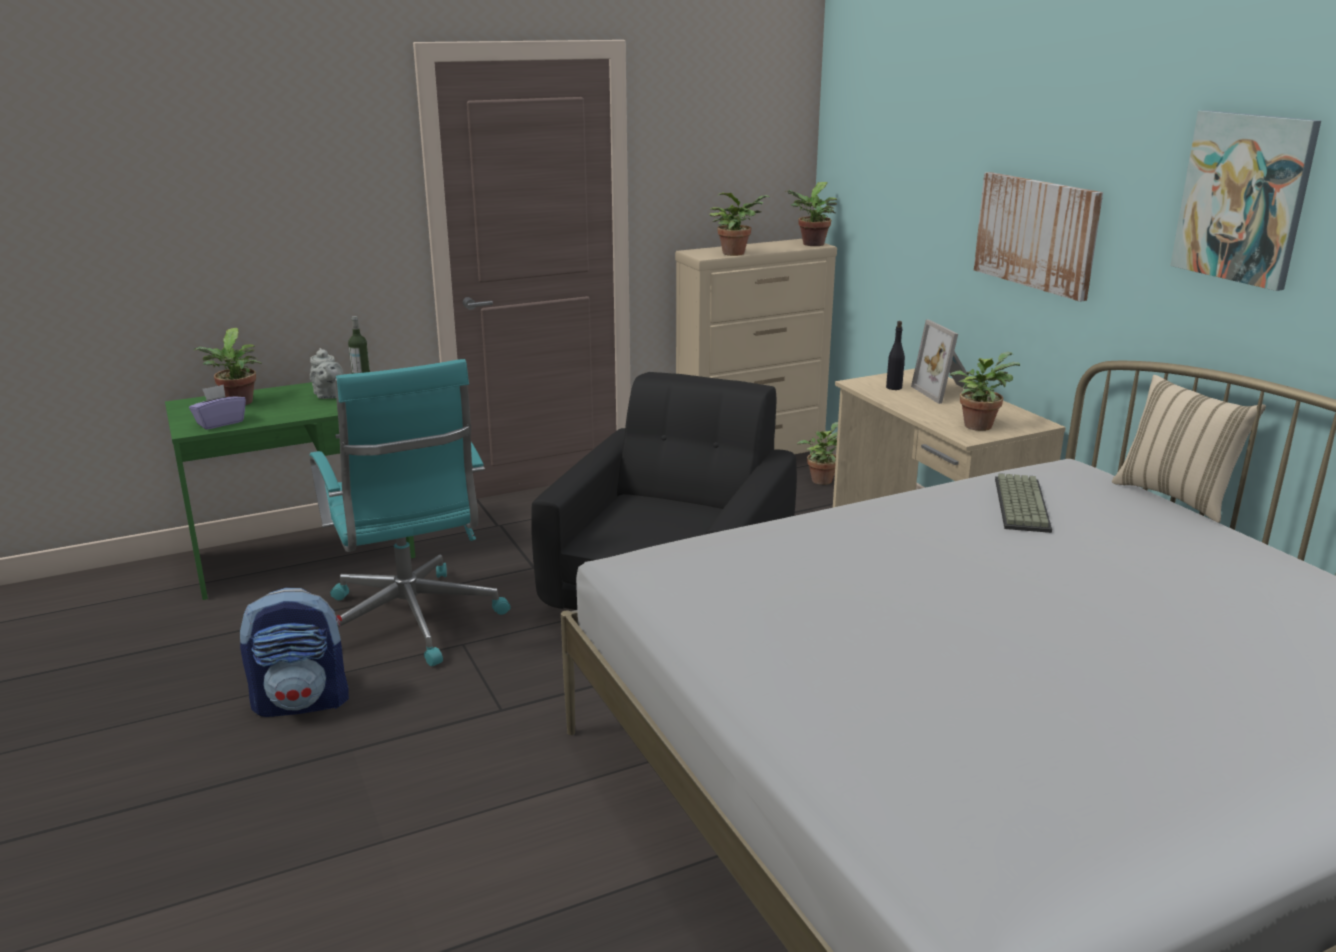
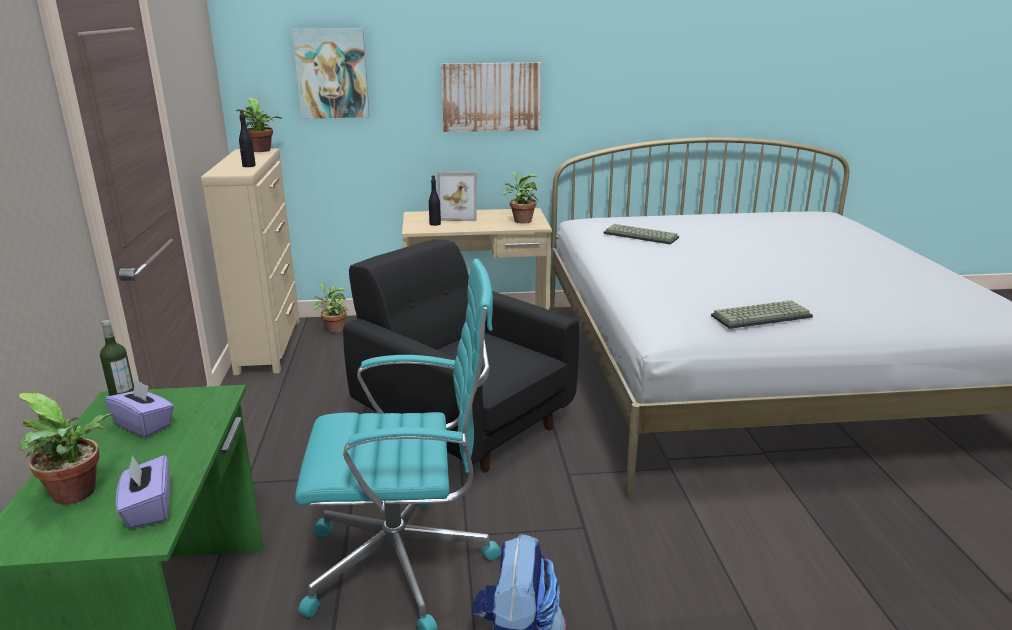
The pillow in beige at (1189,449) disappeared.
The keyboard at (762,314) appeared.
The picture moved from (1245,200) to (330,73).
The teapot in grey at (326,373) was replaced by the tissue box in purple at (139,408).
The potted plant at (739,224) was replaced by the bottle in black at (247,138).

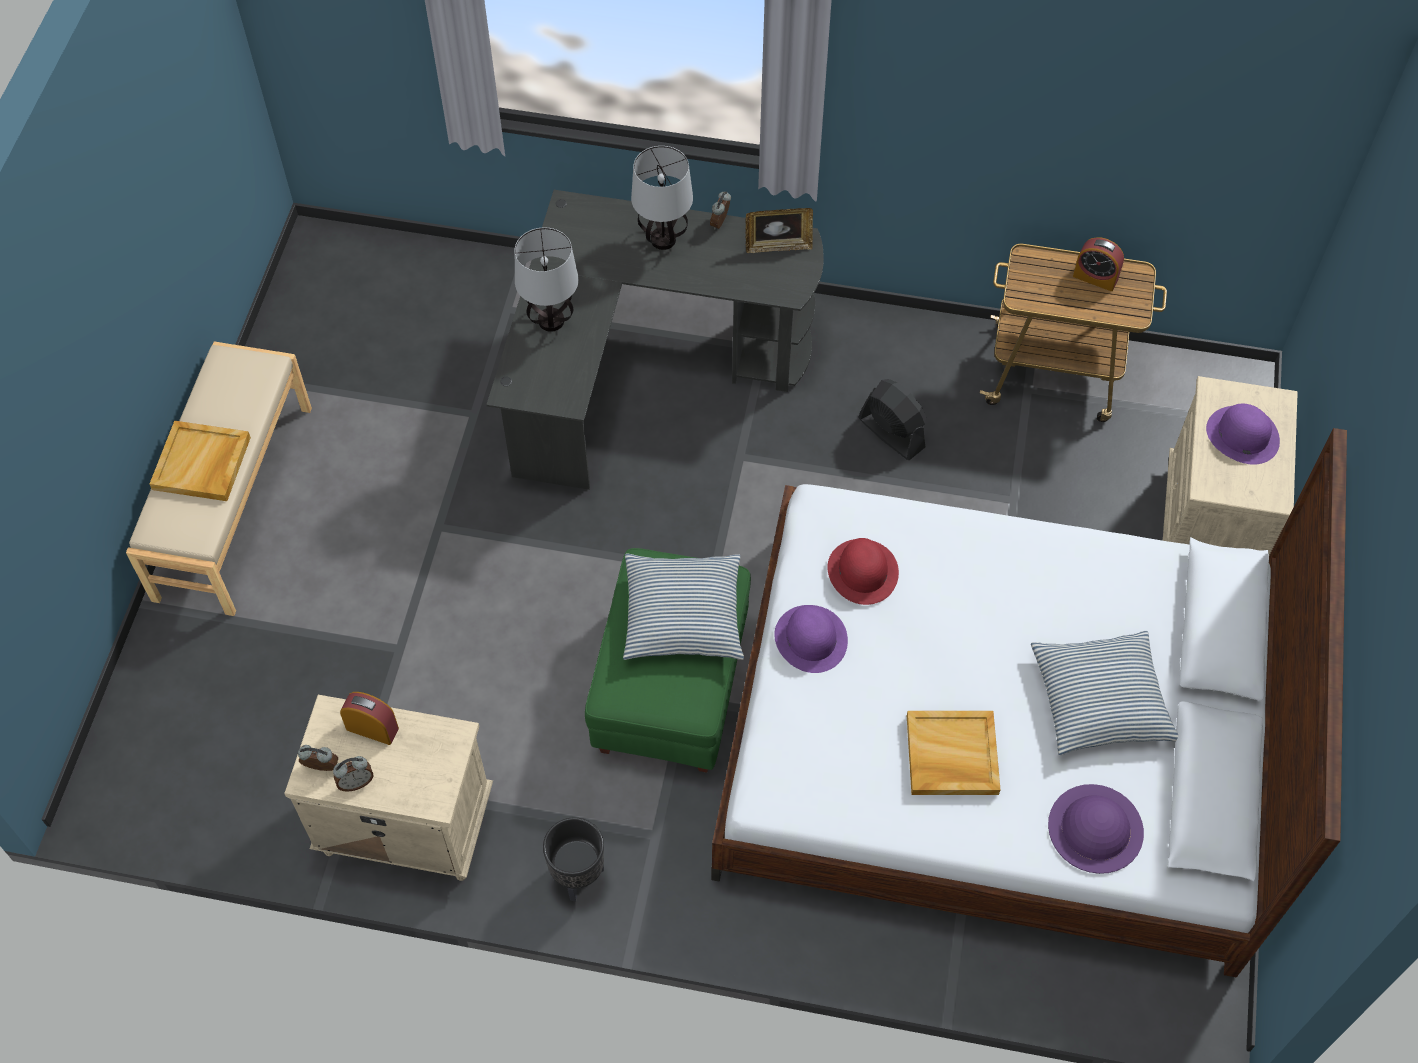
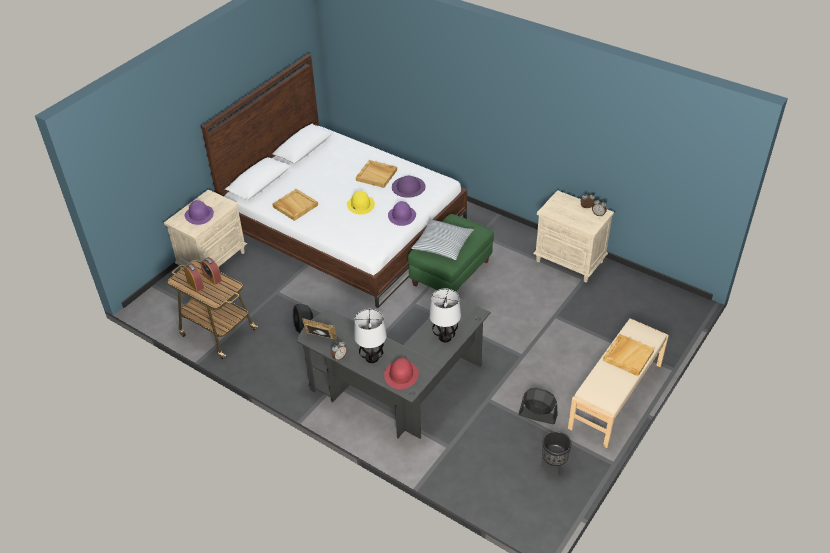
The pillow at (1104,693) disappeared.
The tray in beige at (295,205) appeared.
The hat in yellow at (361,203) appeared.
The fan in black at (538,406) appeared.
The alarm clock moved from (369,718) to (211,271).
The planter in black moved from (573,859) to (556,453).
The hat in red moved from (863,571) to (401,373).
The hat in purple moved from (1096,829) to (408,187).

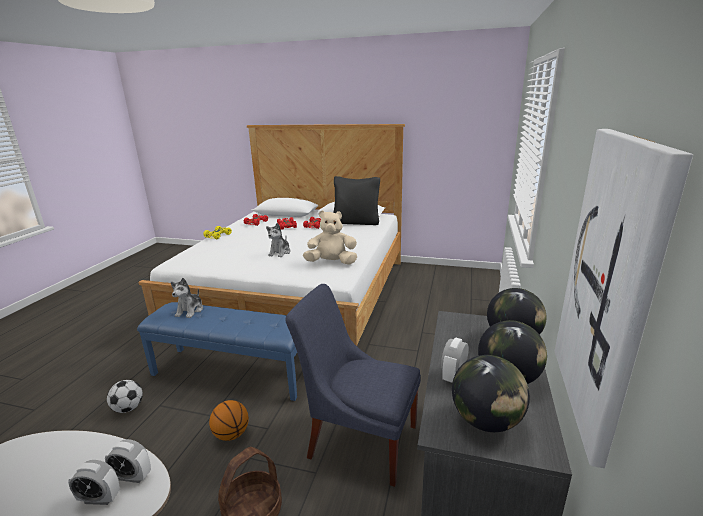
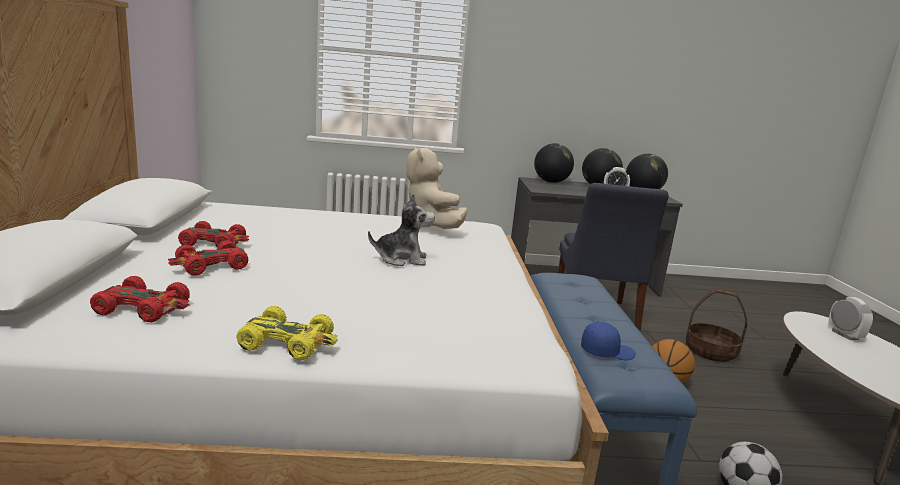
The alarm clock at (128,461) disappeared.
The pillow in black at (356,200) disappeared.
The picture at (624,298) disappeared.
The plush toy at (187,298) was replaced by the cap in blue at (608,341).

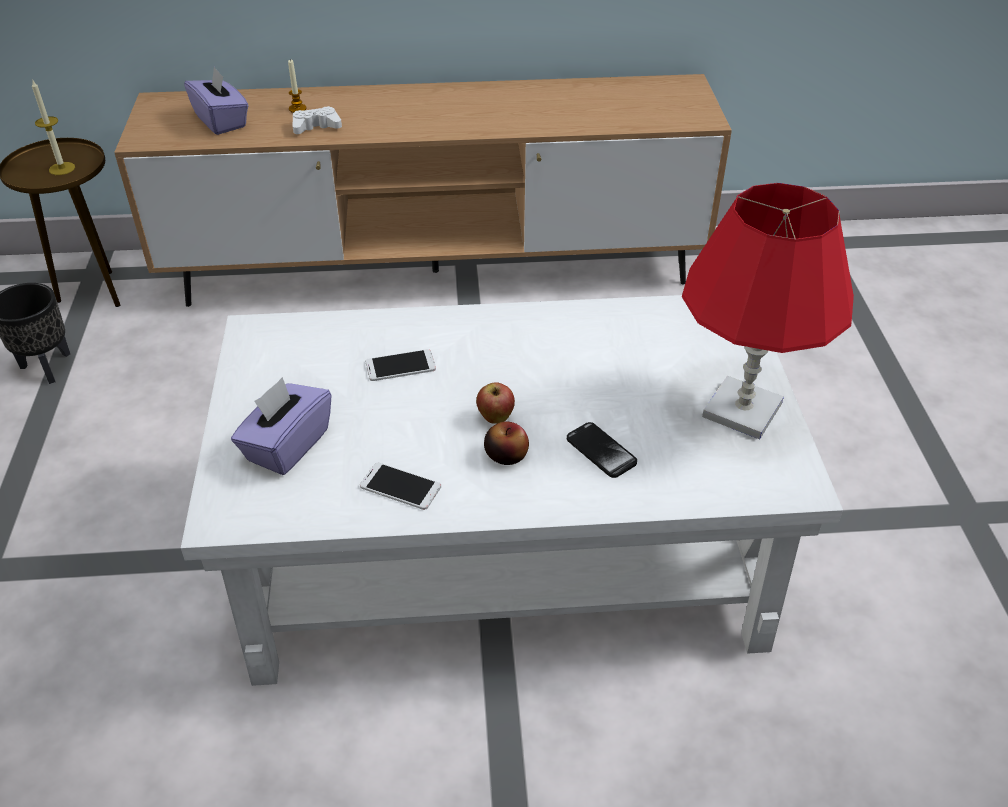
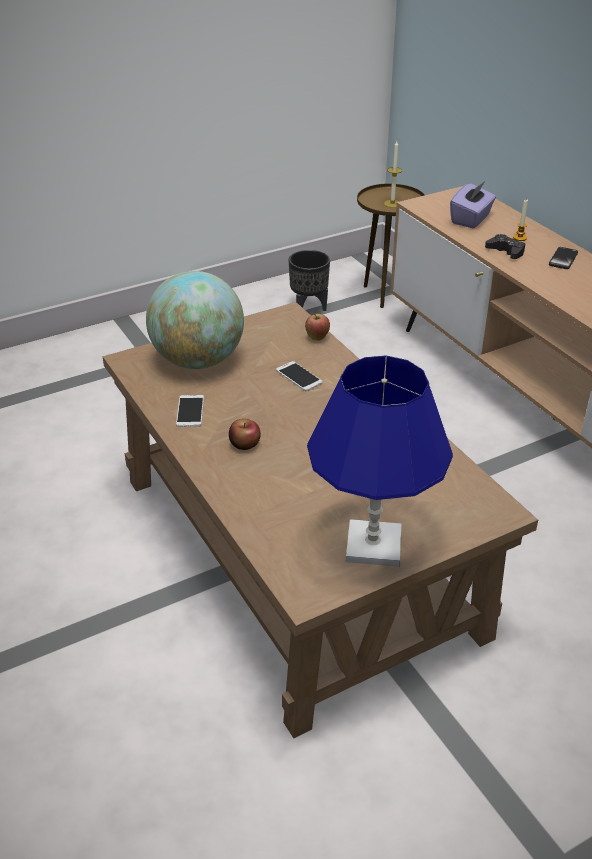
The apple moved from (495,403) to (317,327).
The phone moved from (602,450) to (563,258).
The tissue box in purple at (281,426) was replaced by the globe at (195,320).
The coffee table in white at (512,490) became the coffee table in brown at (320,520).
The game controller in white at (317,120) became the game controller in black at (505,246).
The table lamp in red at (768,311) became the table lamp in blue at (380,461).

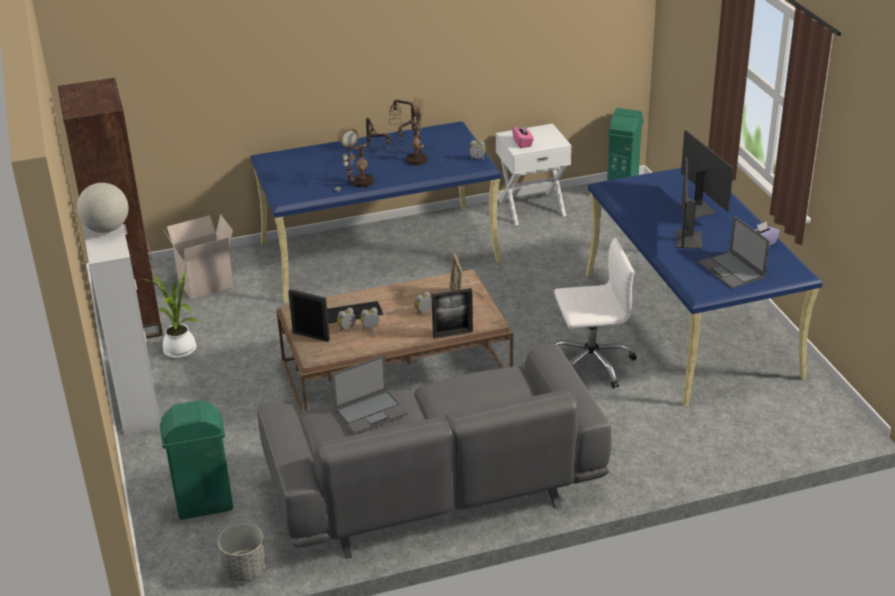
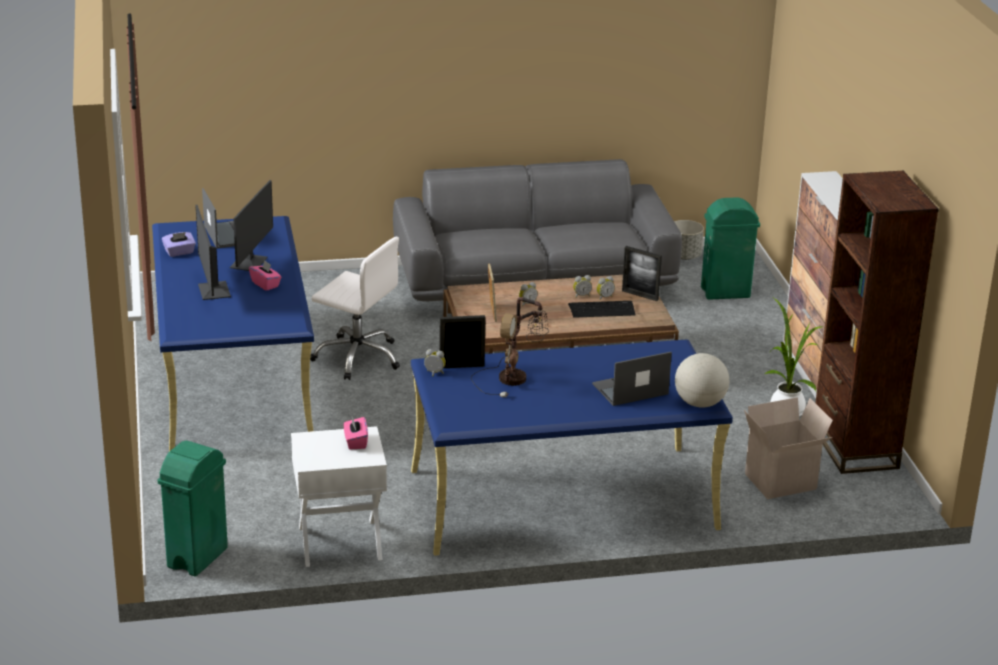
The table lamp at (363,154) disappeared.
The tissue box in pink at (265,275) appeared.
The globe moved from (102,208) to (702,380).
The laptop moved from (369,394) to (632,379).
The picture frame moved from (452,313) to (463,341).
The office chair in white at (595,313) turned 150 degrees counterclockwise.

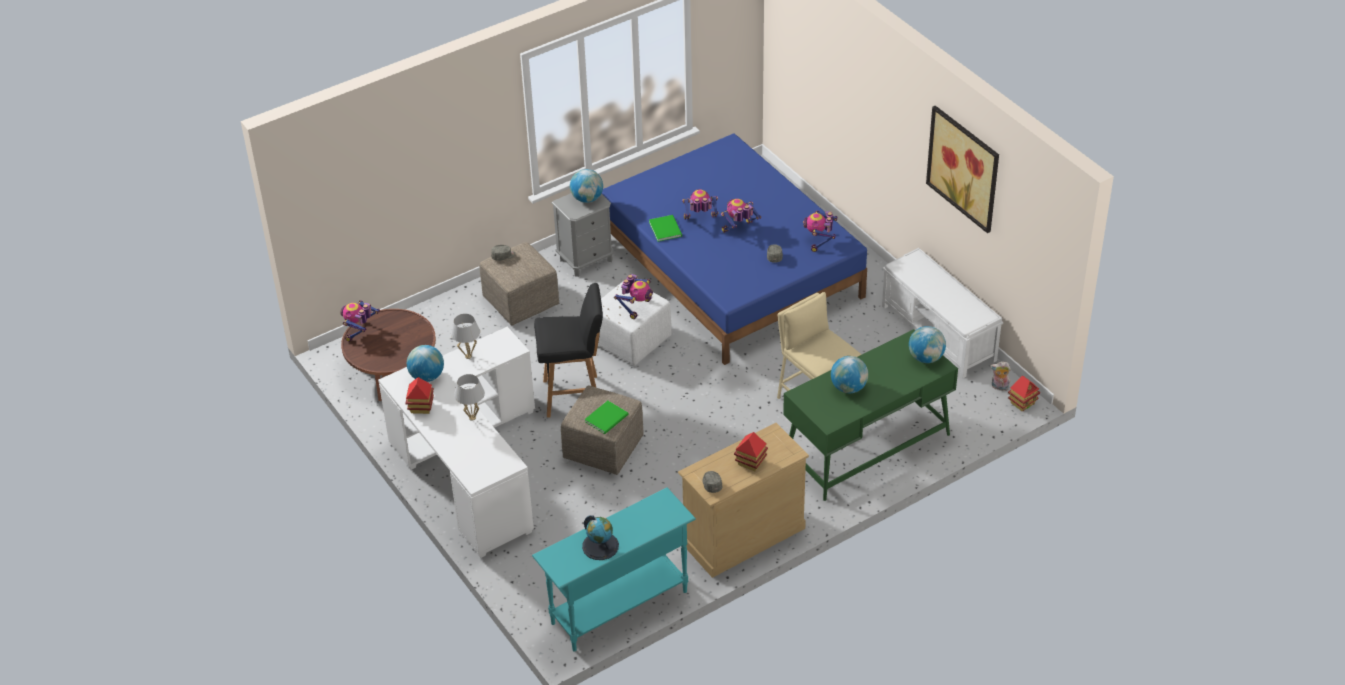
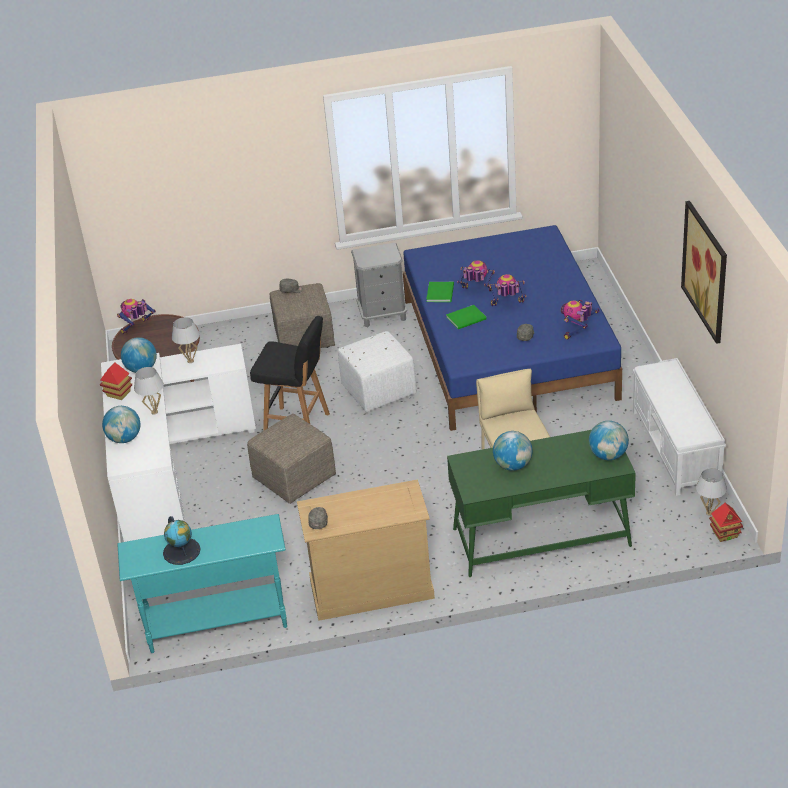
The toy robot at (633,296) disappeared.
The toy house at (751,452) disappeared.
The globe moved from (586,186) to (121,424).
The book in green moved from (607,417) to (466,317).
The plush toy at (1001,376) was replaced by the table lamp in white at (711,492).

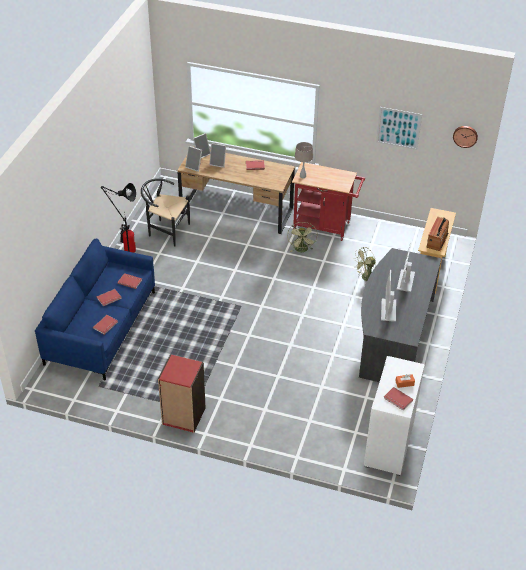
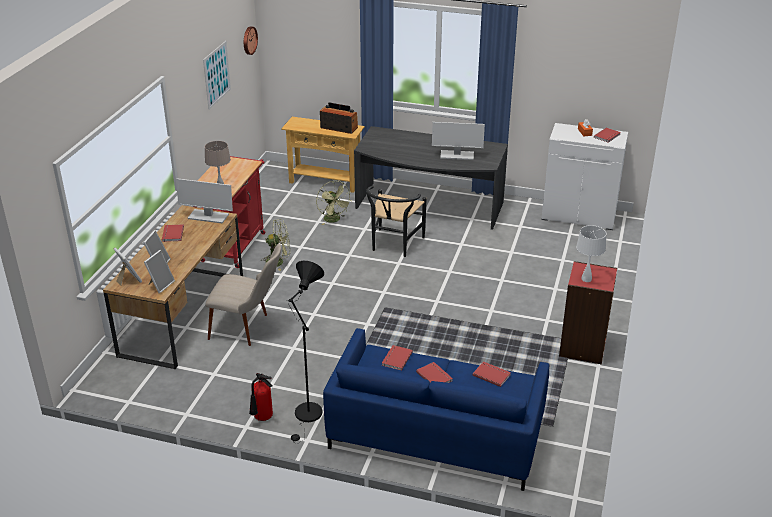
The chair in beige at (243,295) appeared.
The table lamp in white at (591,253) appeared.
The chair in black moved from (165,212) to (396,221).
The monitor moved from (406,267) to (204,200).

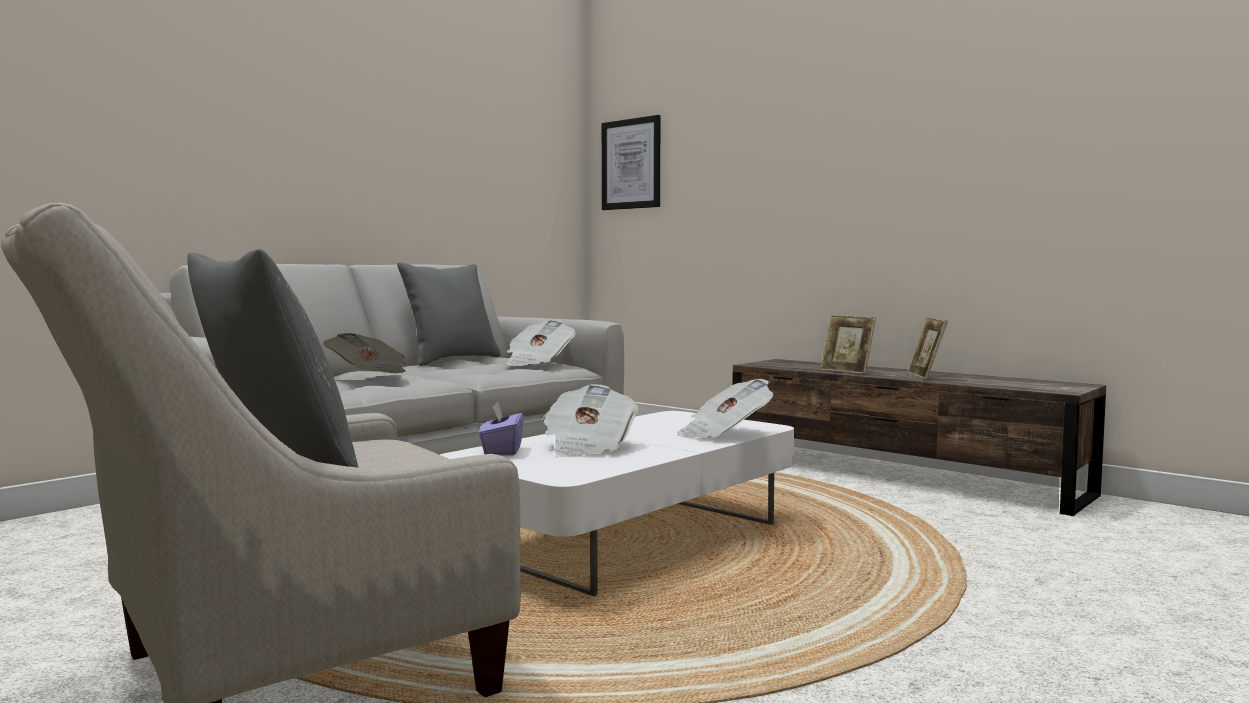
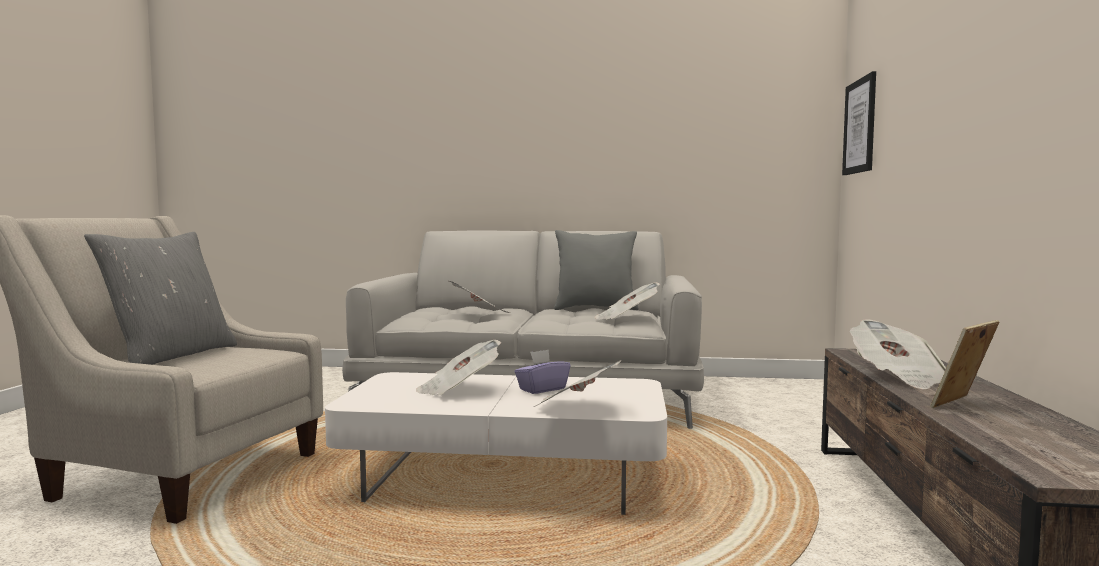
The tissue box in purple moved from (501,429) to (542,371).
The picture frame at (848,345) was replaced by the newspaper at (898,354).

